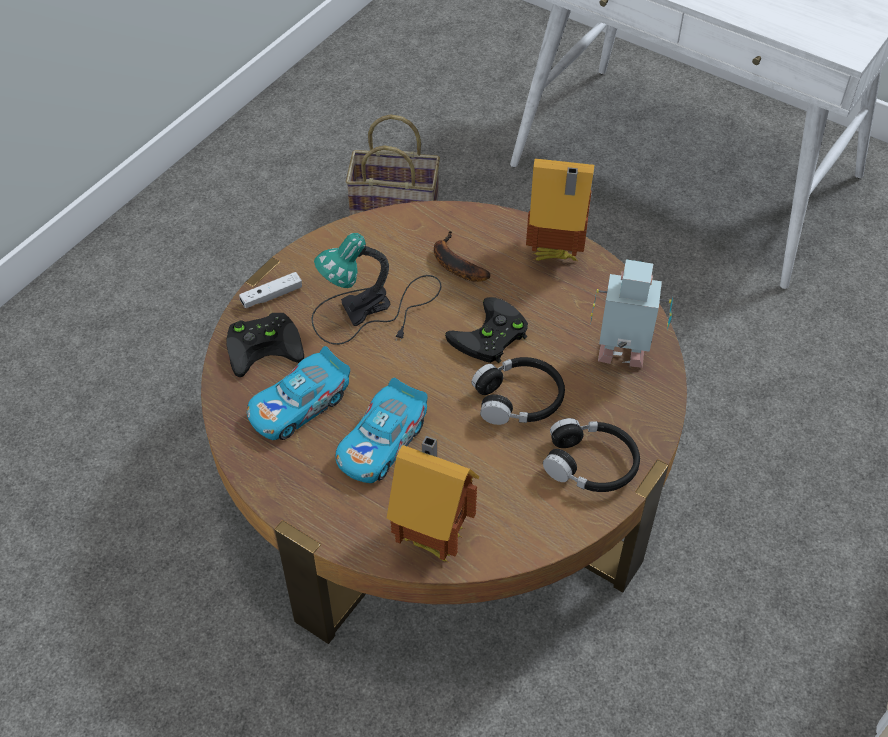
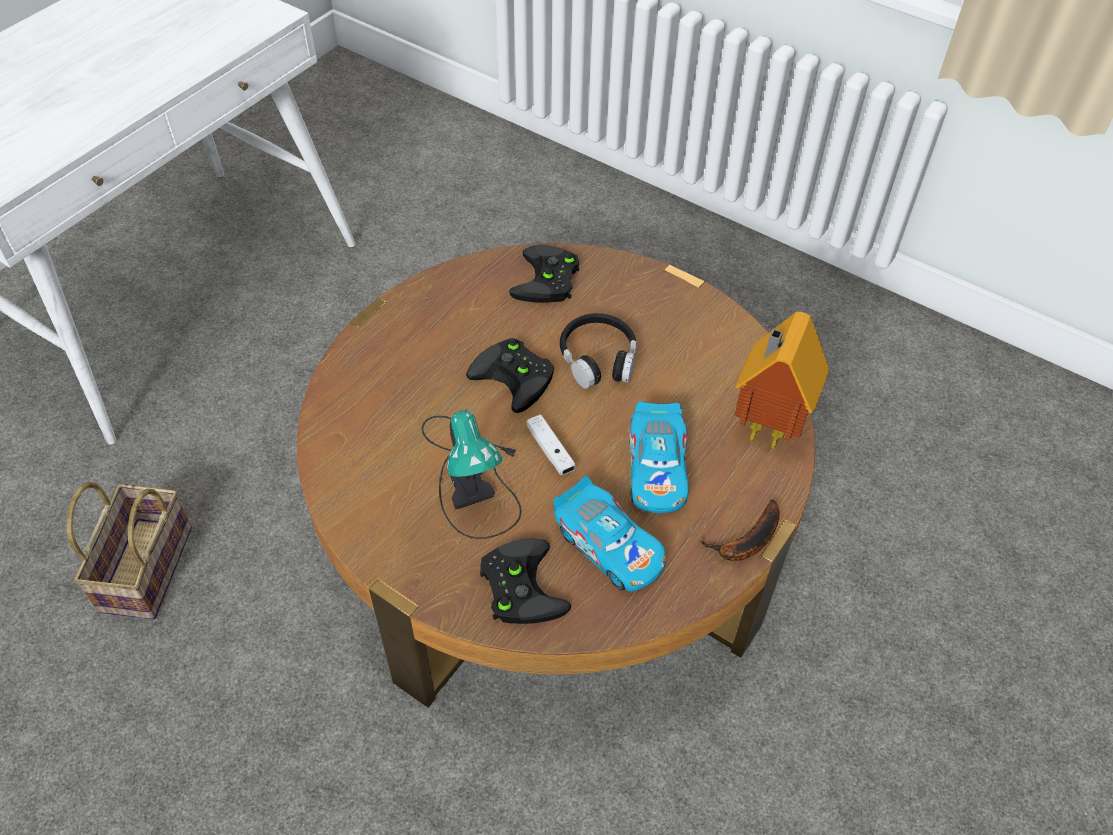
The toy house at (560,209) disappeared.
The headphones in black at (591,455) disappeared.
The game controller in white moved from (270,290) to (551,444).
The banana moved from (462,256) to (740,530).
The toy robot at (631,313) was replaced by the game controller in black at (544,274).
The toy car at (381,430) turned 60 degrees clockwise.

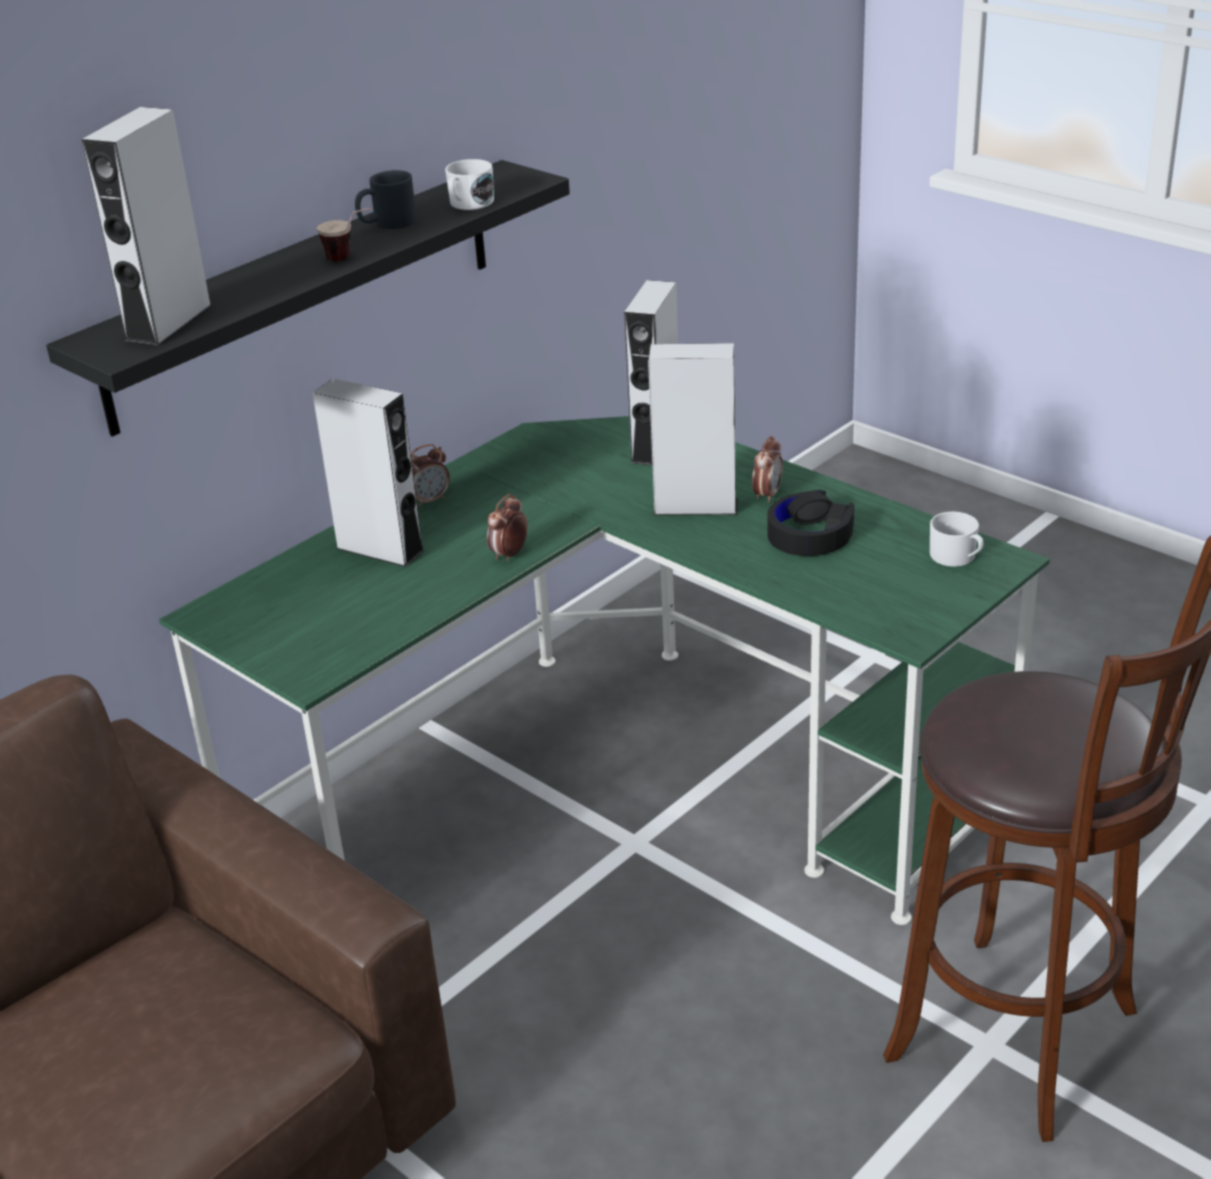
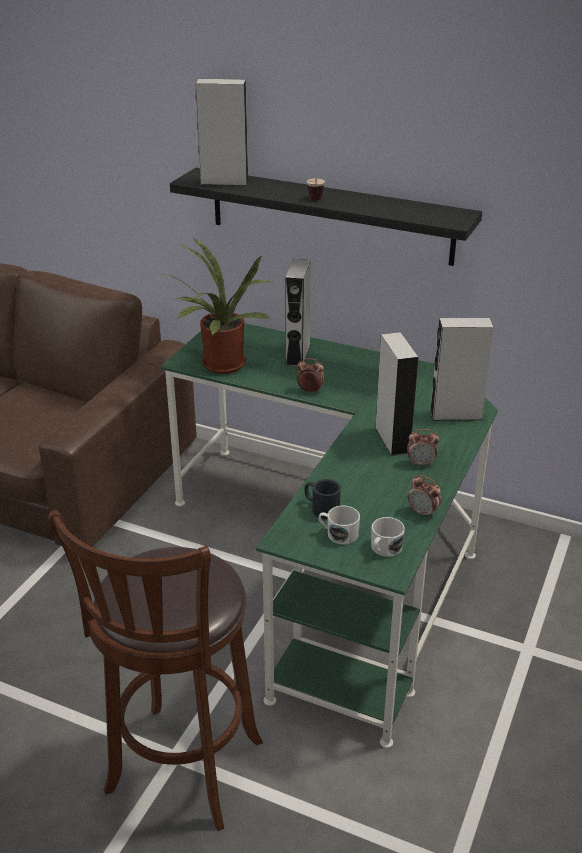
The headphones in black at (810,523) disappeared.
The potted plant at (217,306) appeared.
The mug in black moved from (386,199) to (322,499).
The alarm clock moved from (430,476) to (424,496).
The mug in white moved from (469,184) to (339,525).

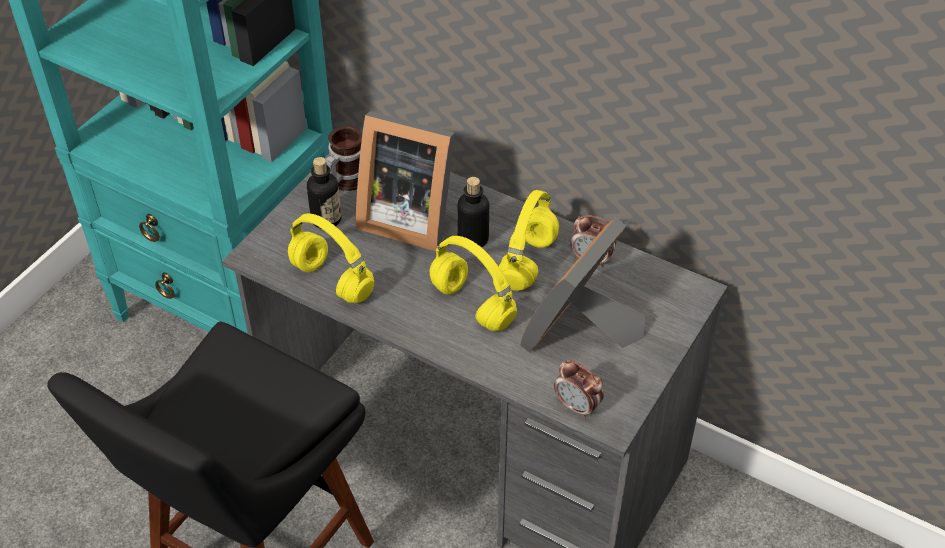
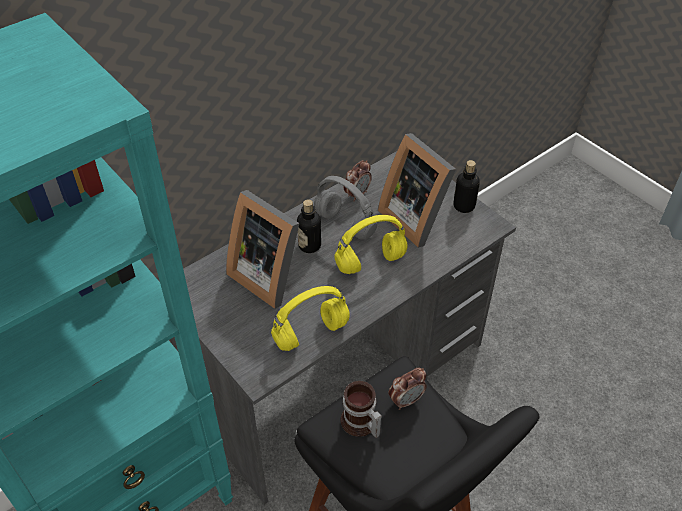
The bottle moved from (324,193) to (467,186).
The mug moved from (344,158) to (361,409).
The alarm clock moved from (579,389) to (408,389).
The headphones in yellow at (529,240) became the headphones in grey at (345,207).
The picture frame at (405,181) turned 90 degrees clockwise.

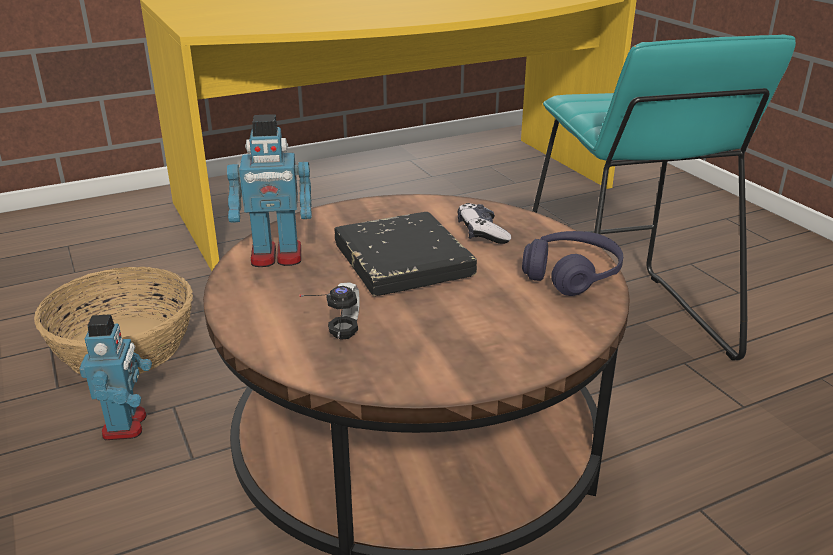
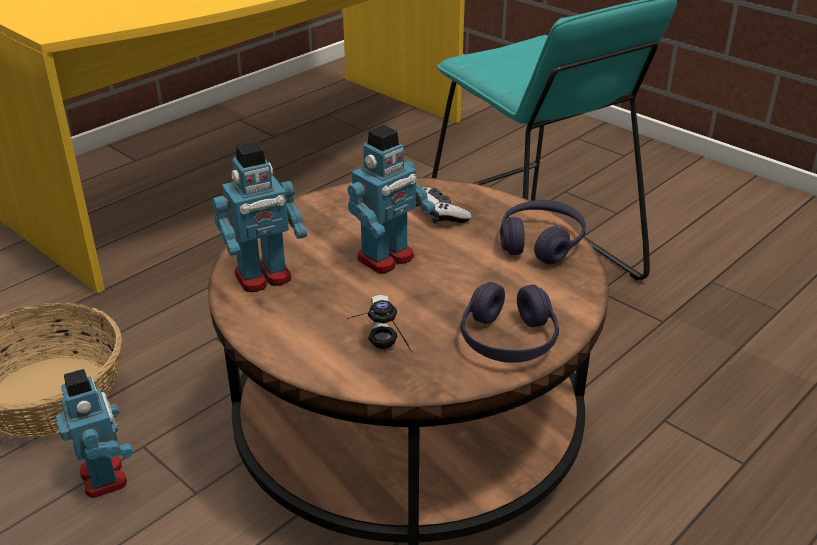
The headphones in purple at (510,322) appeared.
The book in black at (406,254) was replaced by the toy robot at (391,199).

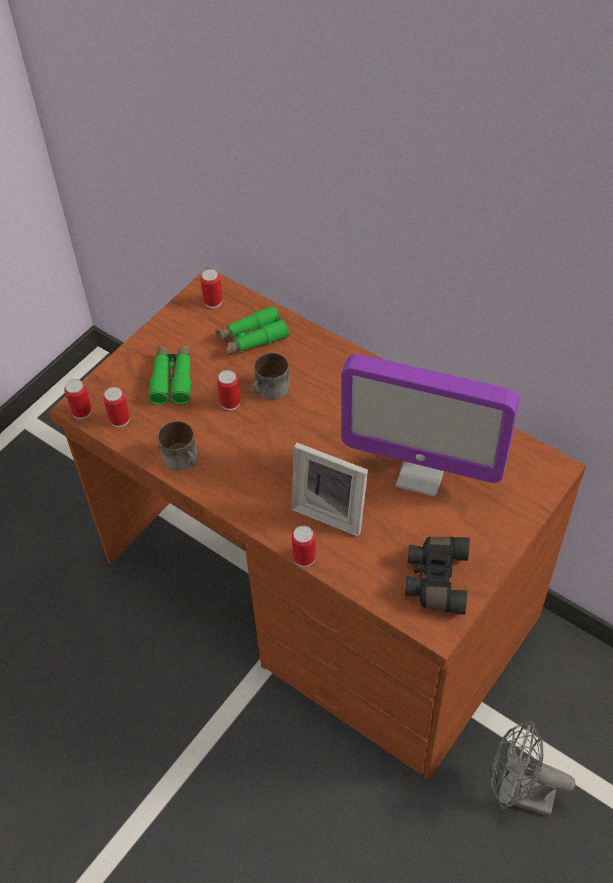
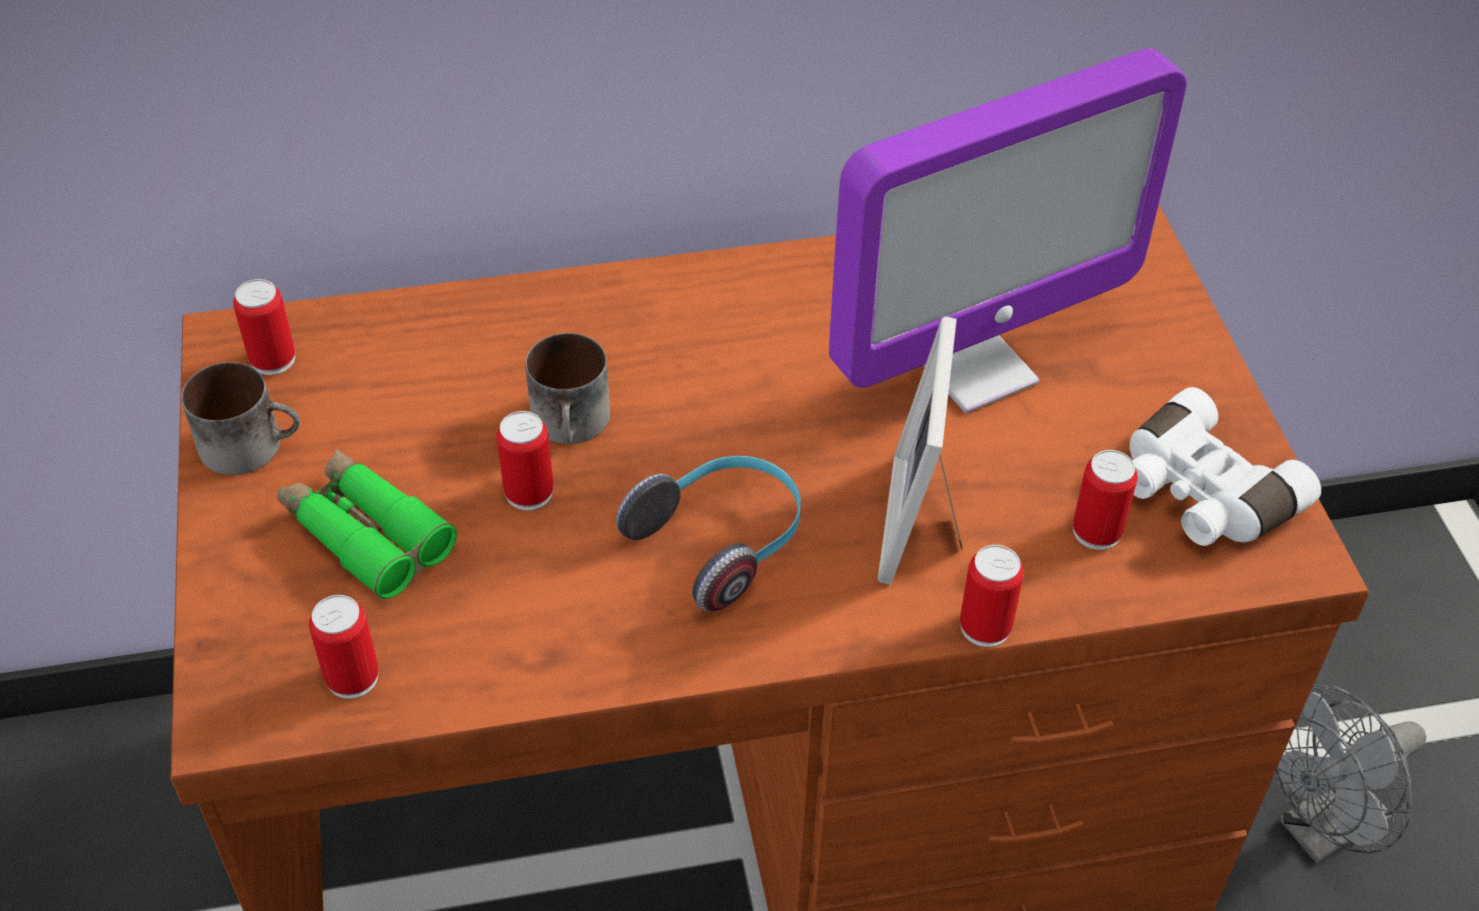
The binoculars in green at (252,330) disappeared.
The headphones at (708,534) appeared.
The can moved from (78,399) to (1105,500).
The mug moved from (177,445) to (240,418).
The binoculars in black at (437,575) became the binoculars in white at (1225,466).
The picture frame at (329,489) turned 120 degrees clockwise.

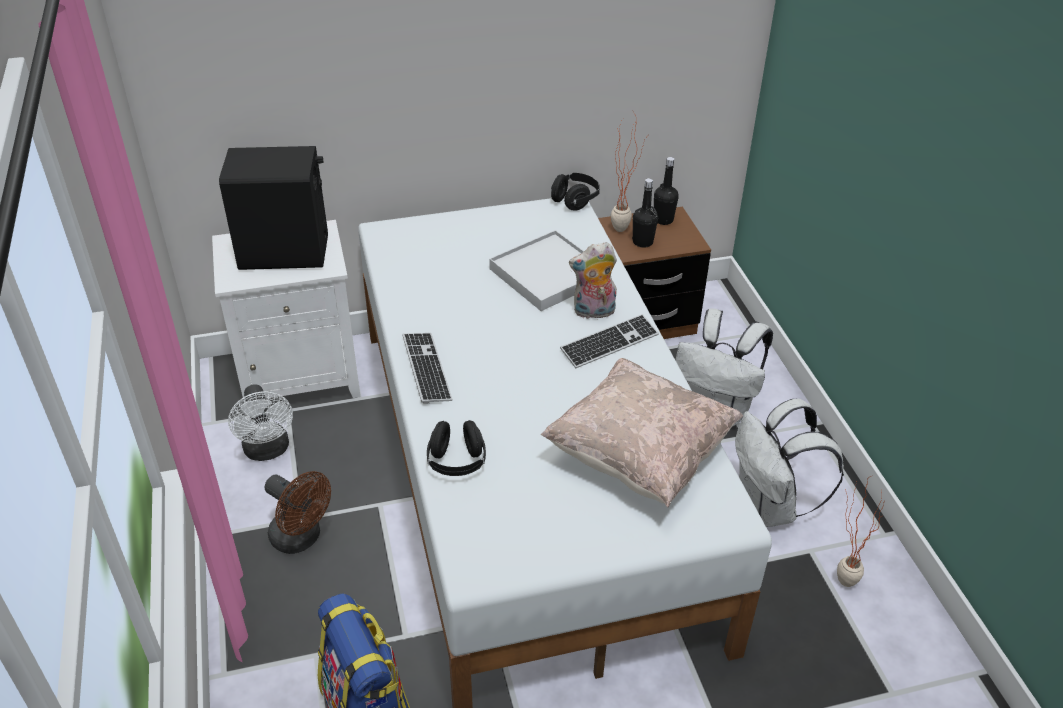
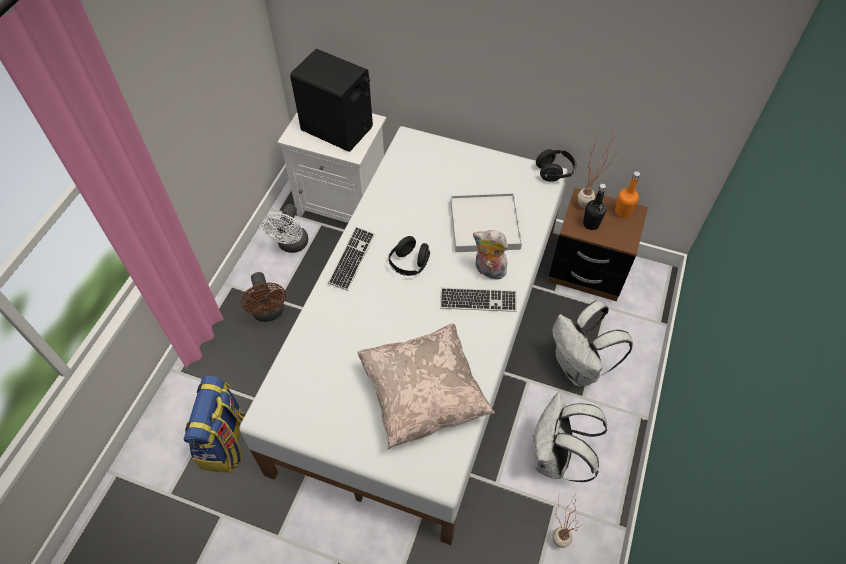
The headphones in black moved from (456,448) to (409,256).
The bottle in black at (666,191) became the bottle in orange at (627,194).

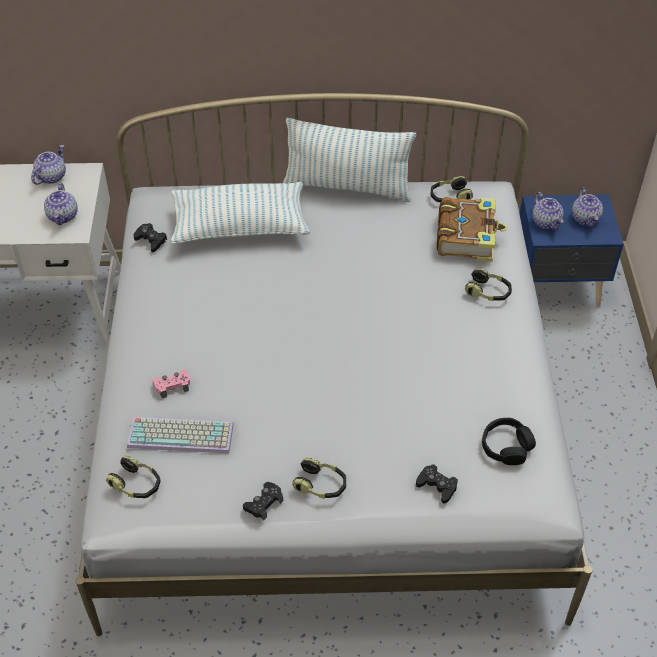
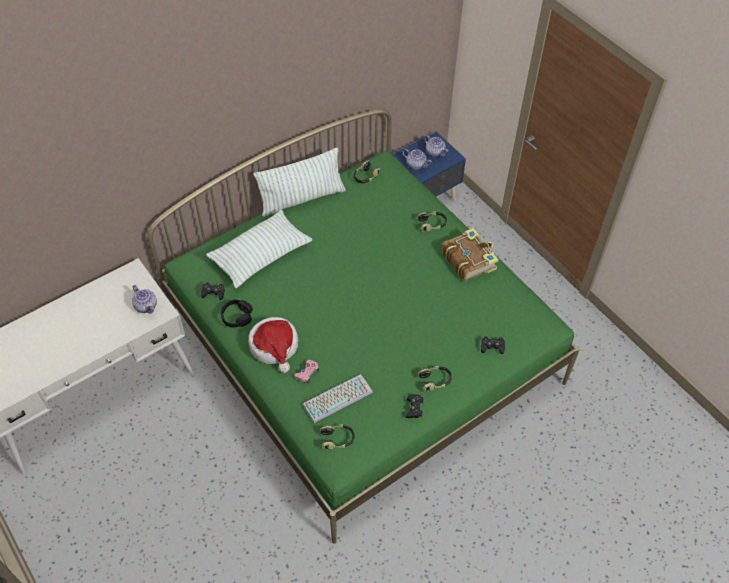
The teapot at (48,165) disappeared.
The hat at (273,345) appeared.
The book moved from (471,229) to (470,254).
The headphones in black moved from (509,441) to (237,314).
The bed in white at (334,364) became the bed in green at (364,326).

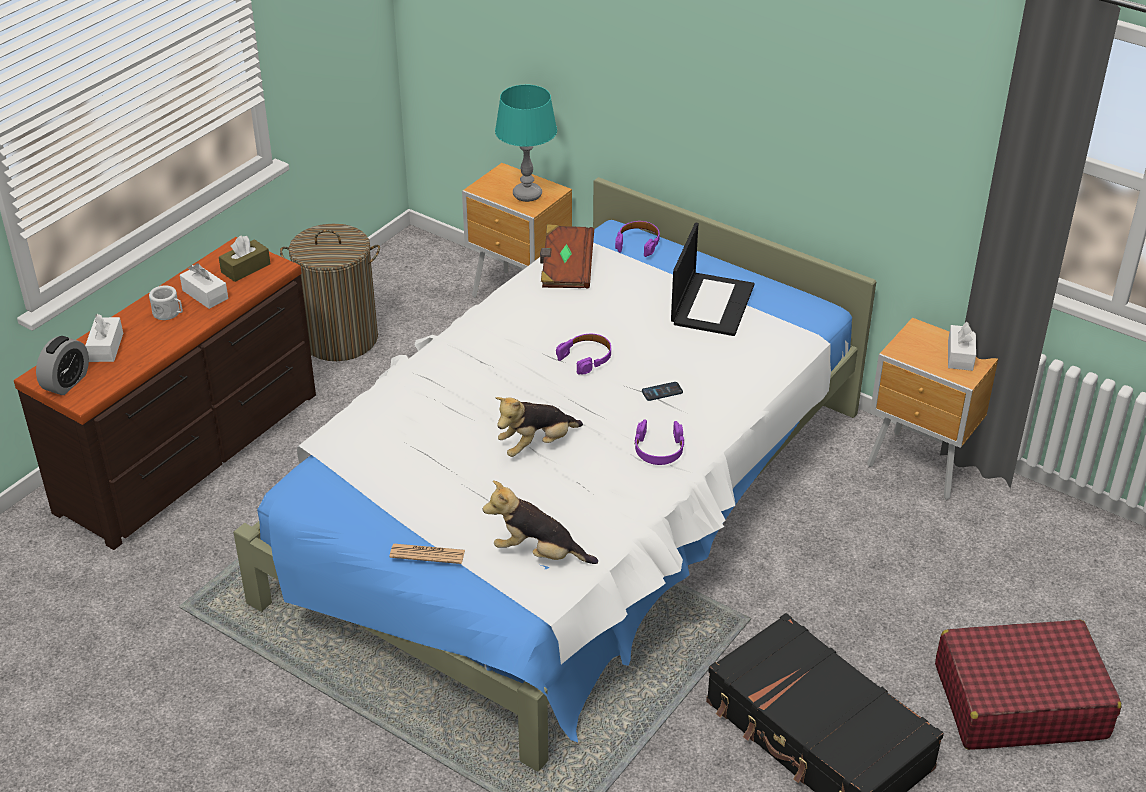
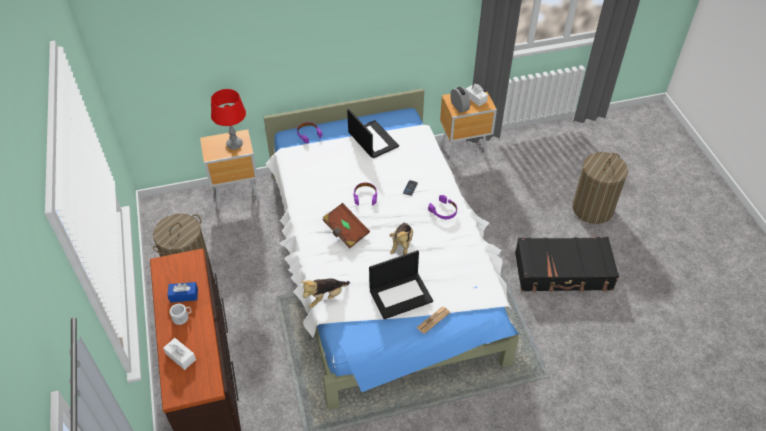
The tissue box in brown at (244,259) disappeared.
The laptop at (401,284) appeared.
The alarm clock moved from (62,365) to (460,100).
The plush toy moved from (540,522) to (325,293).
The book in brown moved from (567,256) to (346,225).
The suitcase in red at (1028,685) was replaced by the laundry basket at (600,188).
The tissue box in white at (204,286) became the tissue box in blue at (182,292).
The table lamp in turquoise at (526,143) became the table lamp in red at (228,119).

